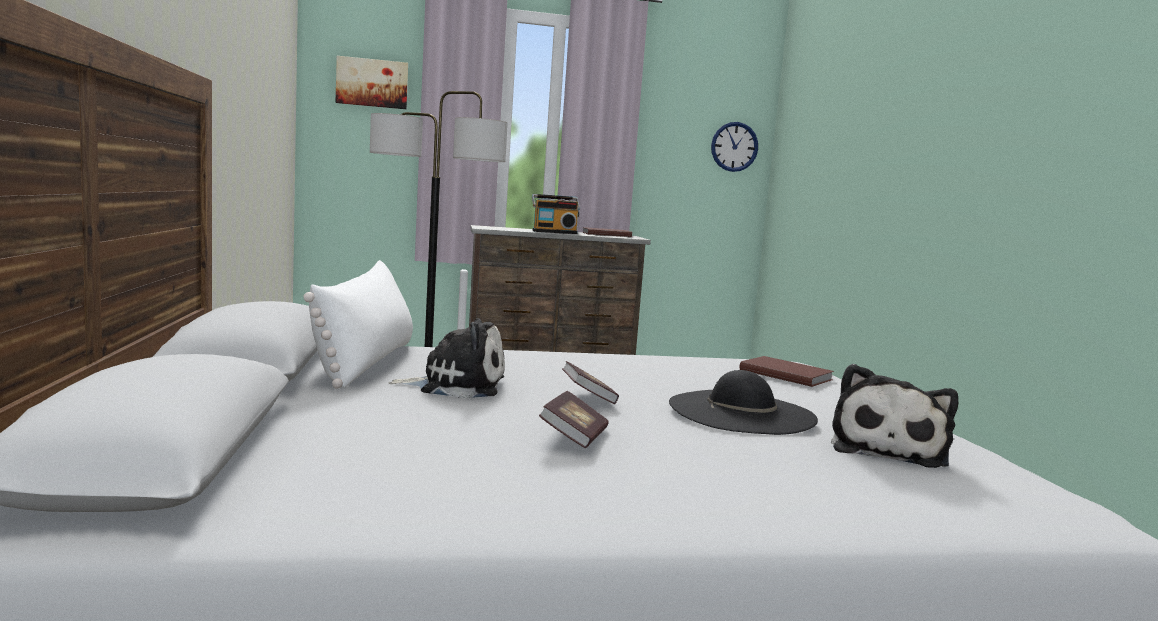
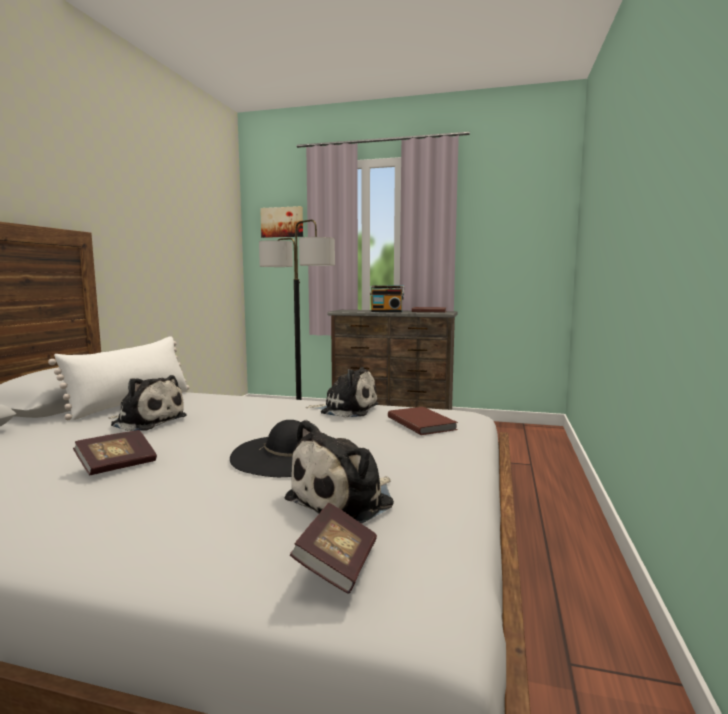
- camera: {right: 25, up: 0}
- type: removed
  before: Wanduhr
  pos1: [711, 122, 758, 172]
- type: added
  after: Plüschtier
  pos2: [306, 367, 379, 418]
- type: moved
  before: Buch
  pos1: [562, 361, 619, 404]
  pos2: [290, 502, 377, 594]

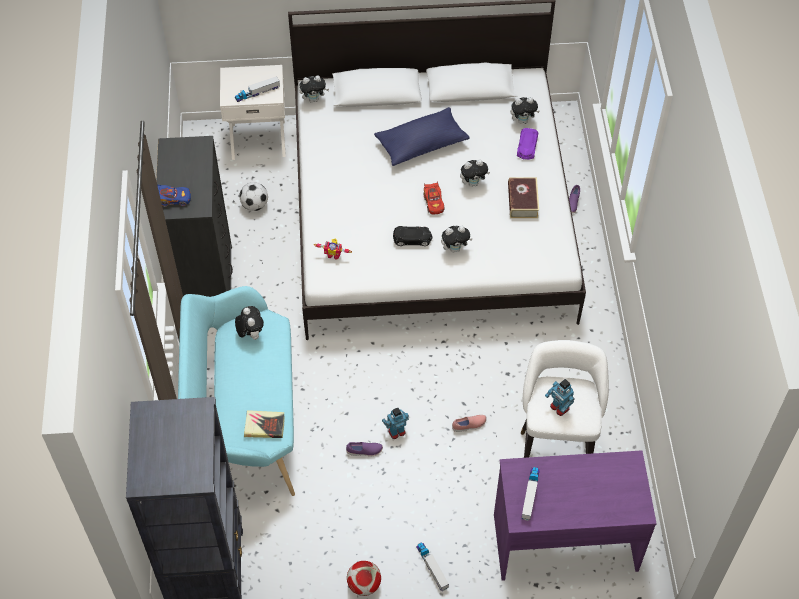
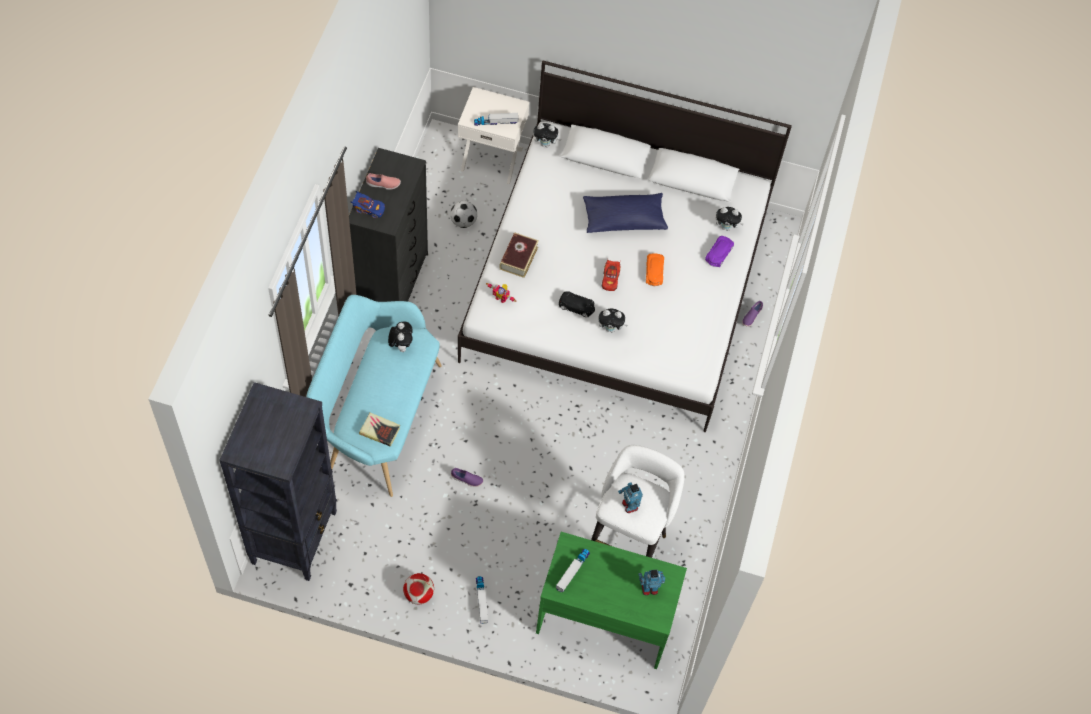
- camera: {right: 15, up: 5}
- type: moved
  before: Spielzeugroboter
  pos1: [382, 408, 409, 439]
  pos2: [639, 570, 665, 595]
- type: moved
  before: Schuh [rosa]
  pos1: [452, 415, 487, 432]
  pos2: [366, 173, 401, 190]
- type: moved
  before: Buch
  pos1: [508, 177, 539, 218]
  pos2: [499, 232, 539, 278]
- type: replaced
  before: Plüschtier
  after: Spielzeugauto [orange]
  pos1: [460, 160, 490, 187]
  pos2: [646, 253, 664, 286]
- type: recoloured
  before: Schreibtisch [lila]
  after: Schreibtisch [grün]
  pos1: [494, 450, 657, 581]
  pos2: [536, 532, 687, 669]

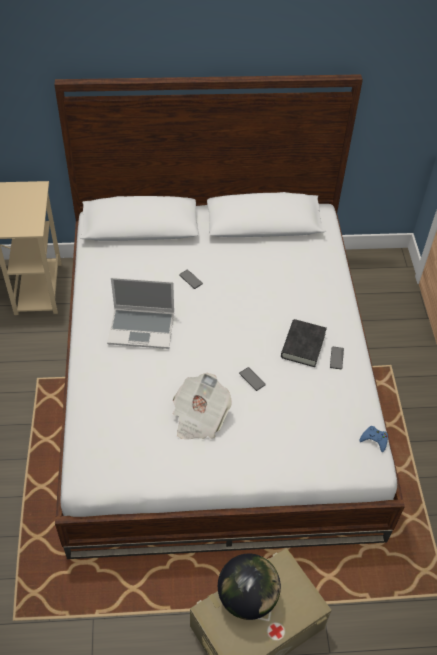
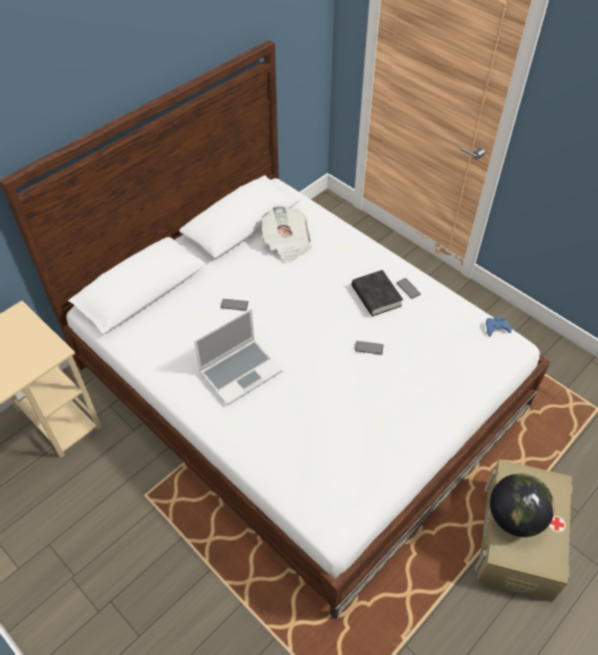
- camera: {right: -40, up: 0}
- type: moved
  before: Zeitung
  pos1: [173, 373, 232, 440]
  pos2: [262, 205, 312, 263]

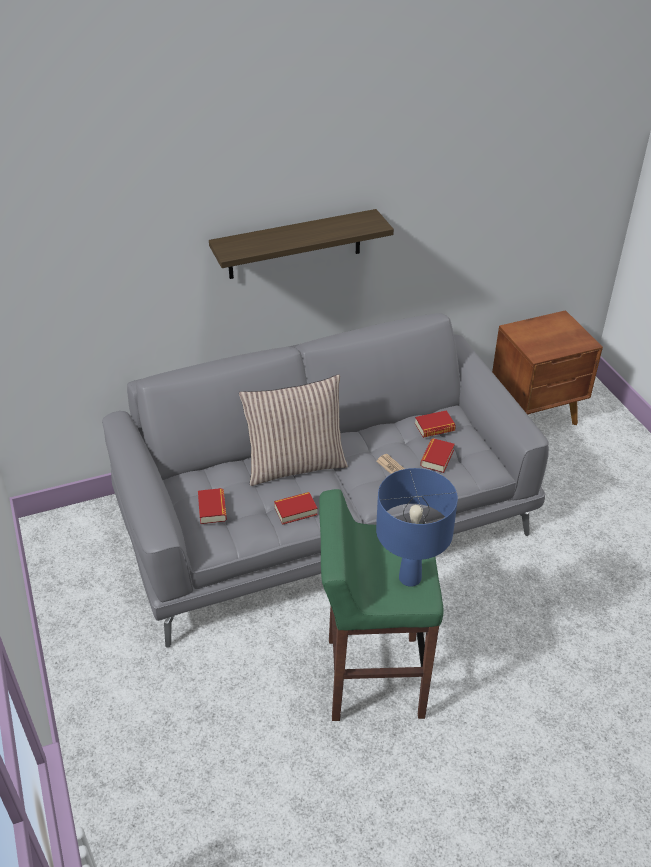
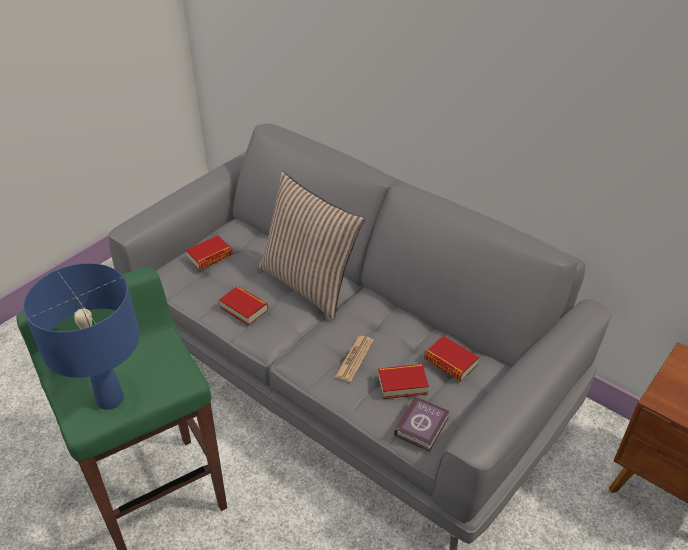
- camera: {right: 60, up: 0}
- type: removed
  before: Wandregal
  pos1: [209, 209, 394, 279]
- type: added
  after: Buch
  pos2: [394, 396, 450, 452]

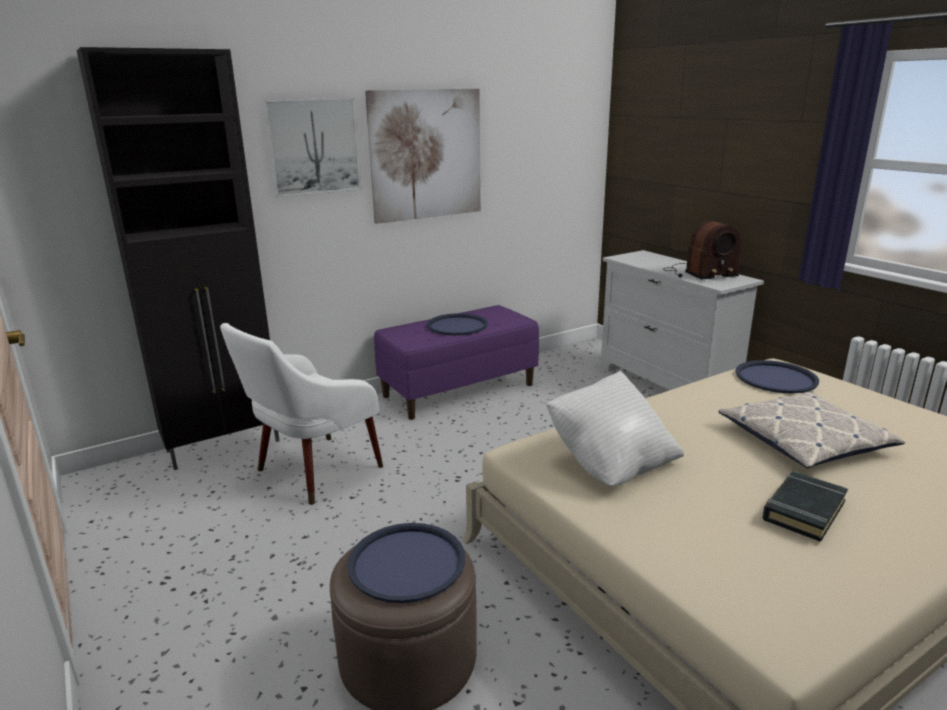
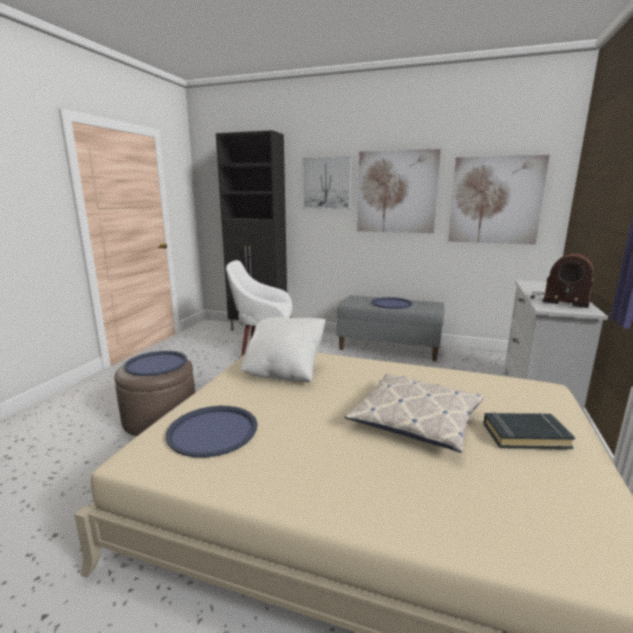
- camera: {right: 50, up: -5}
- type: added
  after: Bild
  pos2: [448, 155, 550, 245]
- type: moved
  before: Tablett [blau]
  pos1: [736, 360, 819, 394]
  pos2: [166, 406, 257, 458]
- type: moved
  before: Buch [schwarz]
  pos1: [763, 471, 848, 542]
  pos2: [483, 412, 576, 449]
- type: recoloured
  before: Bank [lila]
  after: Bank [grau]
  pos1: [374, 305, 539, 420]
  pos2: [337, 295, 444, 361]

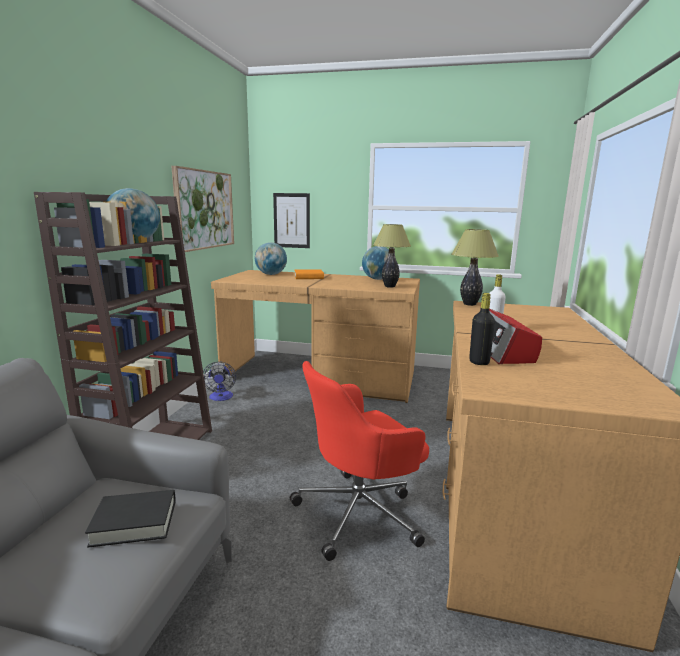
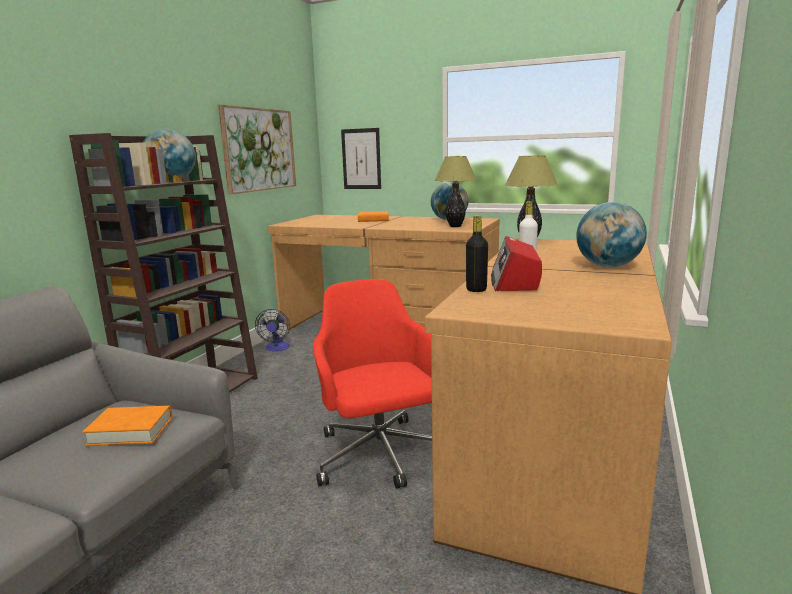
- camera: {right: 10, up: 0}
- type: moved
  before: Globus
  pos1: [255, 242, 287, 275]
  pos2: [576, 202, 647, 267]
- type: recoloured
  before: Buch [schwarz]
  after: Buch [orange]
  pos1: [85, 490, 176, 548]
  pos2: [83, 405, 172, 446]
- type: turned
  before: Bürostuhl [rot]
  pos1: [290, 361, 429, 561]
  pos2: [313, 279, 432, 489]
  turn: 90

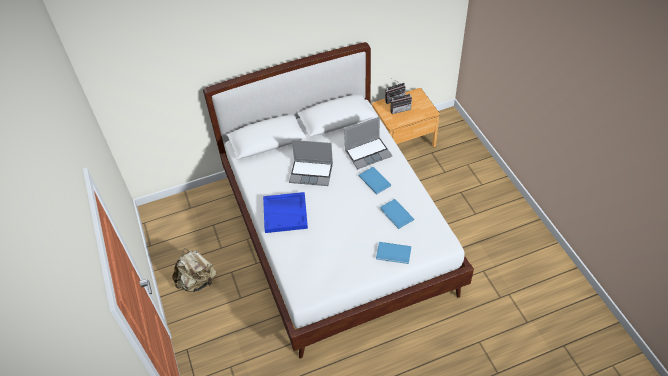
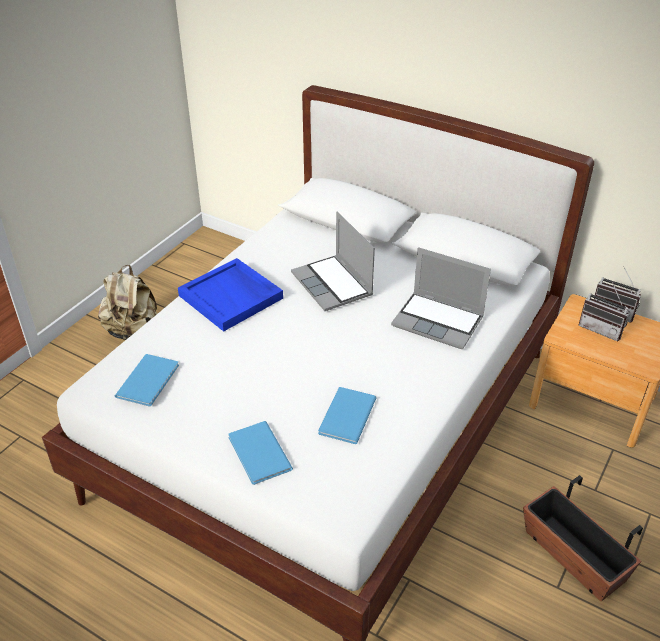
- camera: {right: 50, up: -10}
- type: added
  after: Pflanzkübel
  pos2: [523, 475, 643, 601]
- type: moved
  before: Buch [blau]
  pos1: [358, 167, 391, 194]
  pos2: [115, 354, 179, 407]

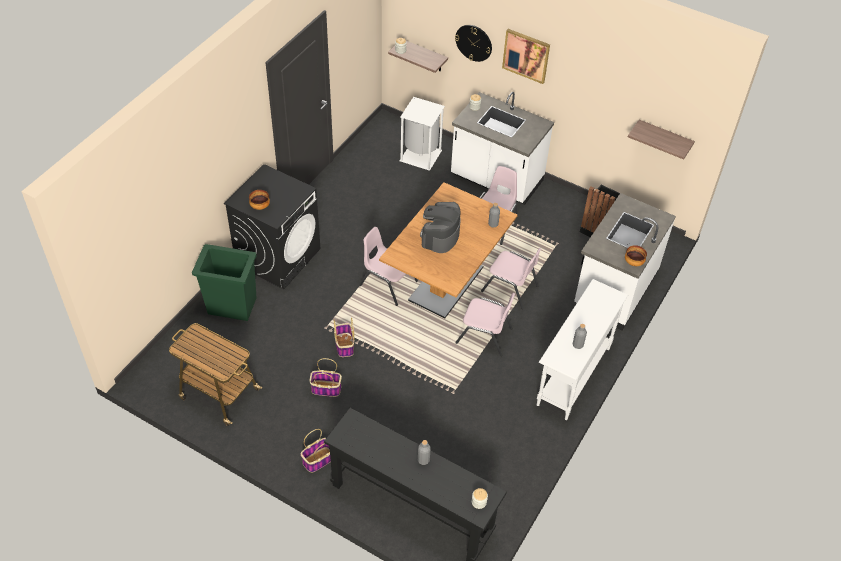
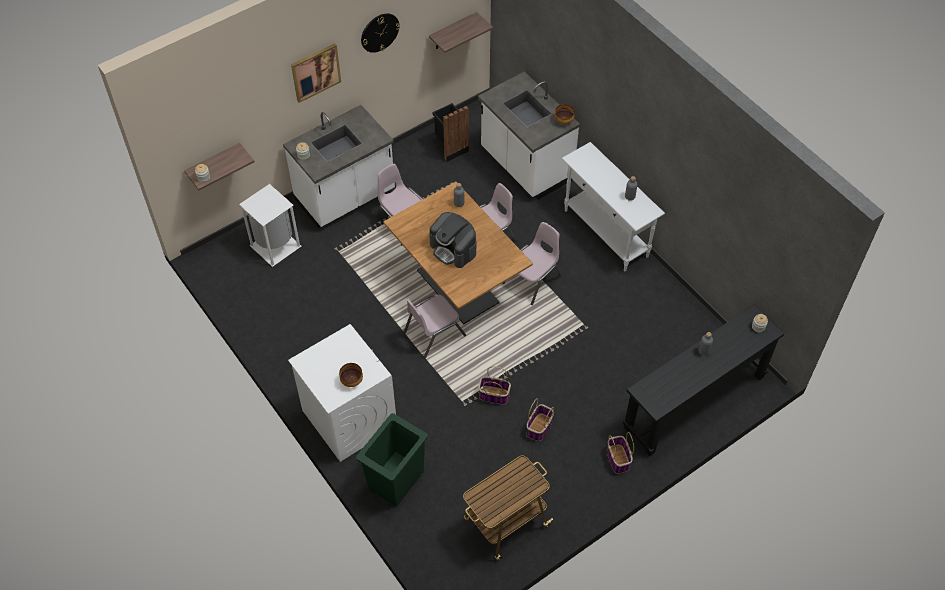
- camera: {right: -65, up: 5}
- type: moved
  before: Wanduhr
  pos1: [455, 25, 492, 62]
  pos2: [361, 14, 400, 53]
- type: recoloured
  before: Waschmaschine [schwarz]
  after: Waschmaschine [weiß]
  pos1: [224, 164, 321, 289]
  pos2: [288, 324, 396, 462]

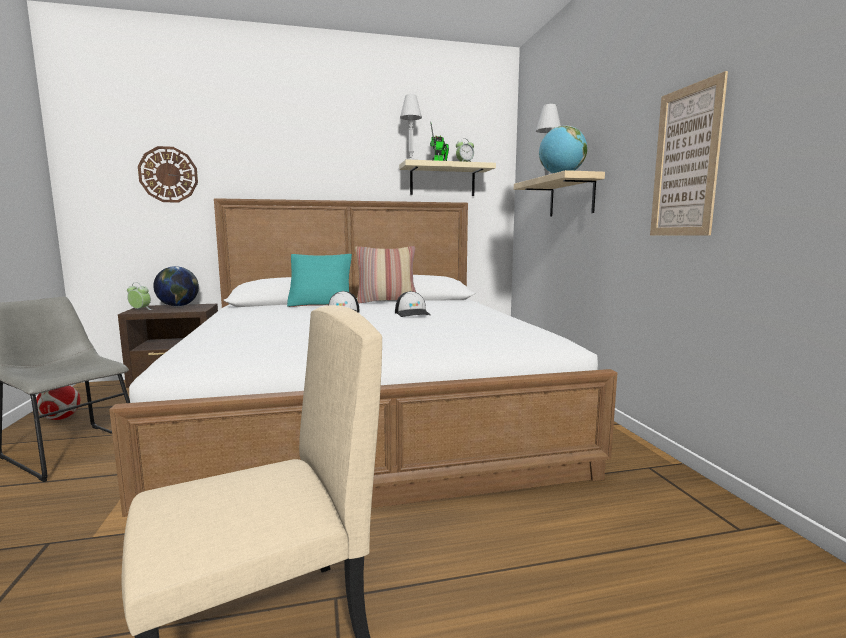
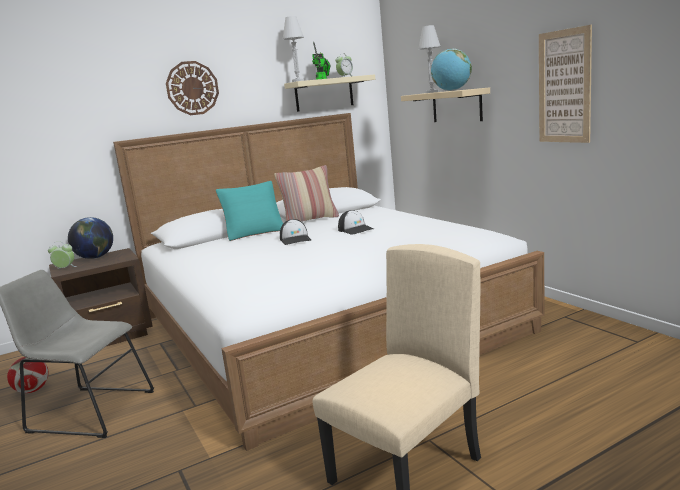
- camera: {right: -15, up: 5}
- type: moved
  before: Wanduhr
  pos1: [138, 146, 198, 202]
  pos2: [166, 61, 219, 115]

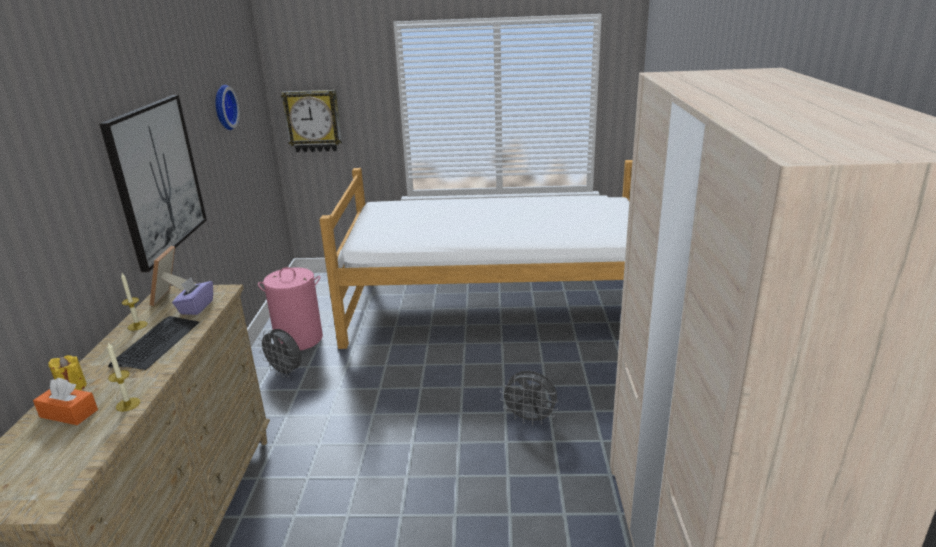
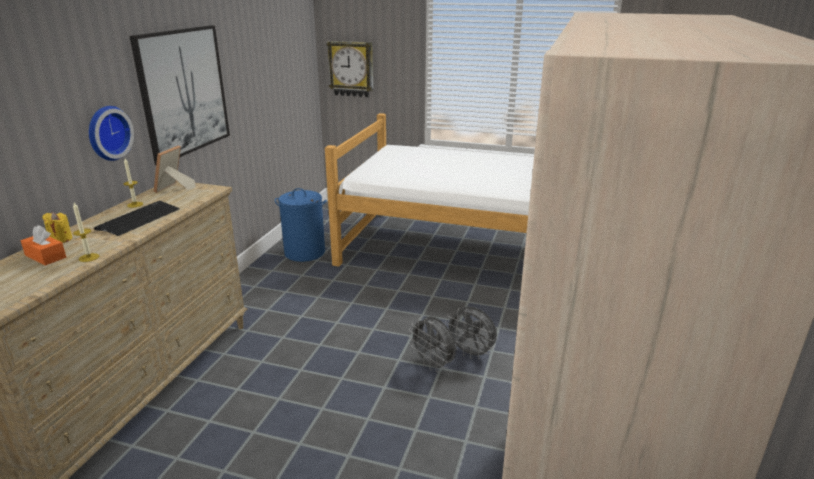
- camera: {right: 15, up: 0}
- type: removed
  before: Taschentuchbox [lila]
  pos1: [172, 277, 213, 315]
- type: moved
  before: Wanduhr
  pos1: [216, 85, 239, 130]
  pos2: [89, 106, 134, 161]
- type: moved
  before: Ventilator [grau]
  pos1: [258, 329, 302, 377]
  pos2: [409, 316, 456, 372]
- type: recoloured
  before: Wäschekorb [rosa]
  after: Wäschekorb [blau]
  pos1: [258, 267, 323, 350]
  pos2: [275, 188, 327, 262]

